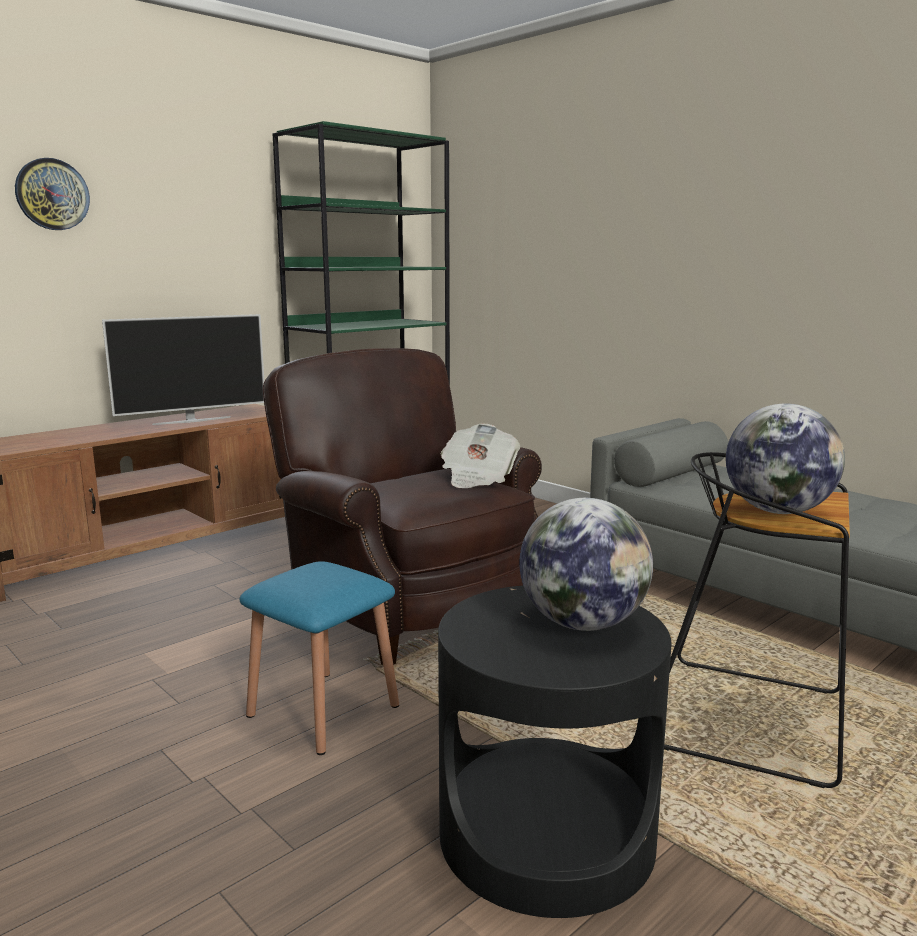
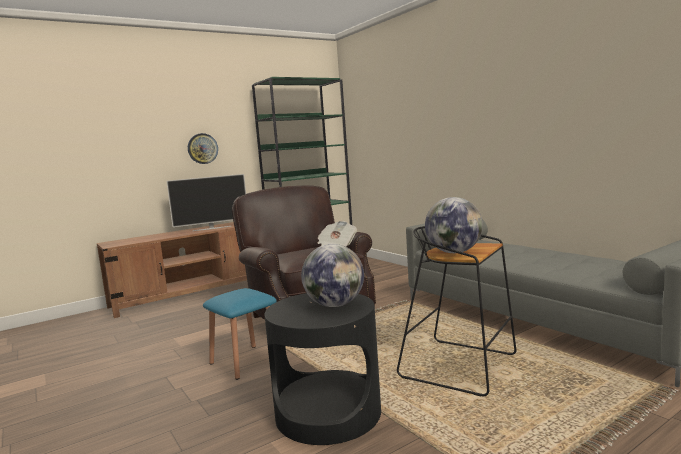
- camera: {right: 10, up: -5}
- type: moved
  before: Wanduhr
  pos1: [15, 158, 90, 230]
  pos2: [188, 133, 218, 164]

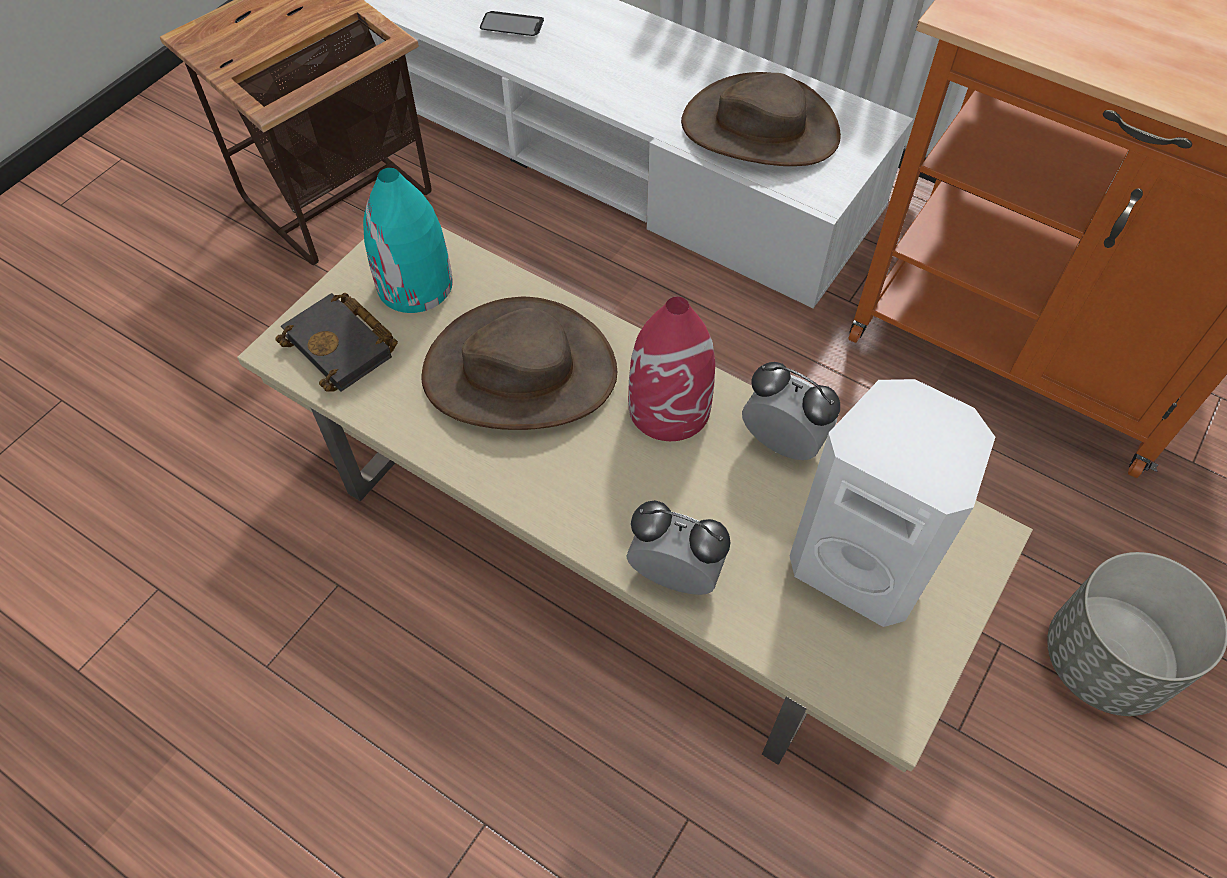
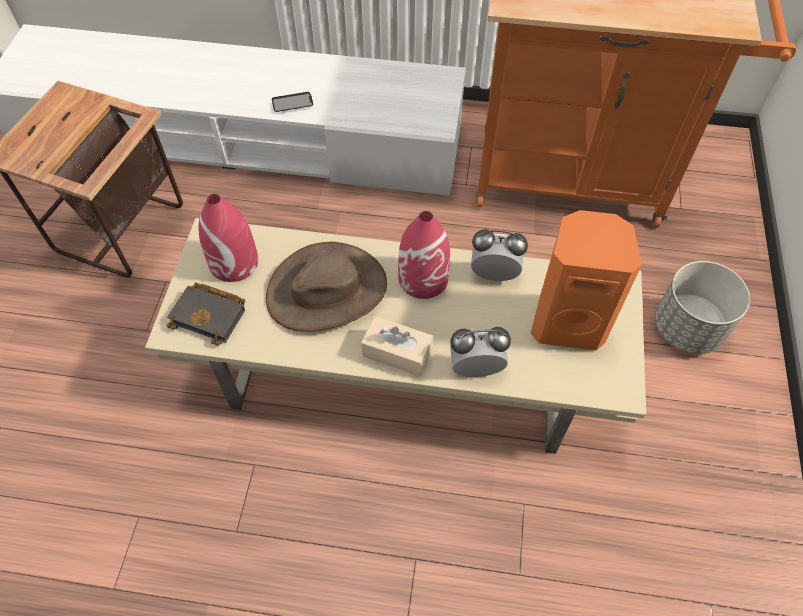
- camera: {right: -25, up: 0}
- type: removed
  before: Hut [braun]
  pos1: [681, 72, 841, 166]
- type: added
  after: Taschentuchbox [beige]
  pos2: [361, 316, 433, 376]
- type: moved
  before: Handy
  pos1: [480, 11, 544, 36]
  pos2: [272, 92, 313, 112]
- type: recoloured
  before: Vase [türkis]
  after: Vase [rot]
  pos1: [363, 168, 453, 313]
  pos2: [198, 194, 259, 282]
- type: recoloured
  before: Lautsprecher [weiß]
  after: Lautsprecher [orange]
  pos1: [790, 379, 995, 627]
  pos2: [531, 210, 642, 351]

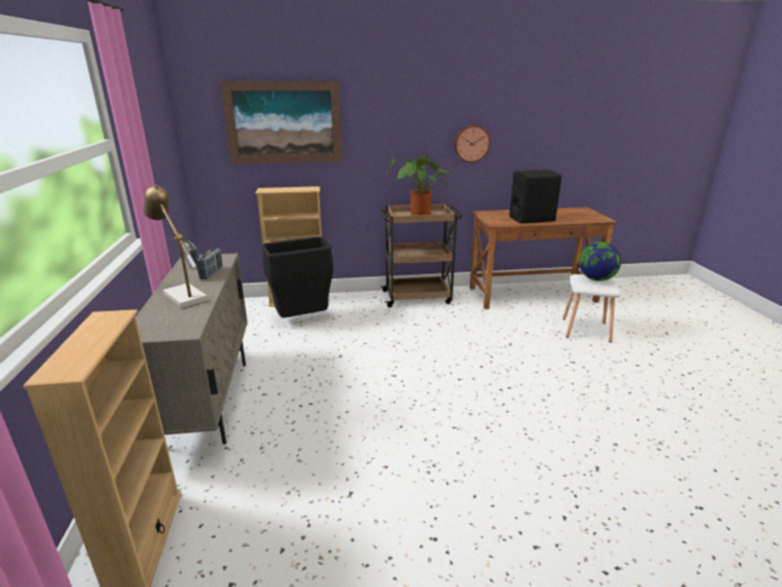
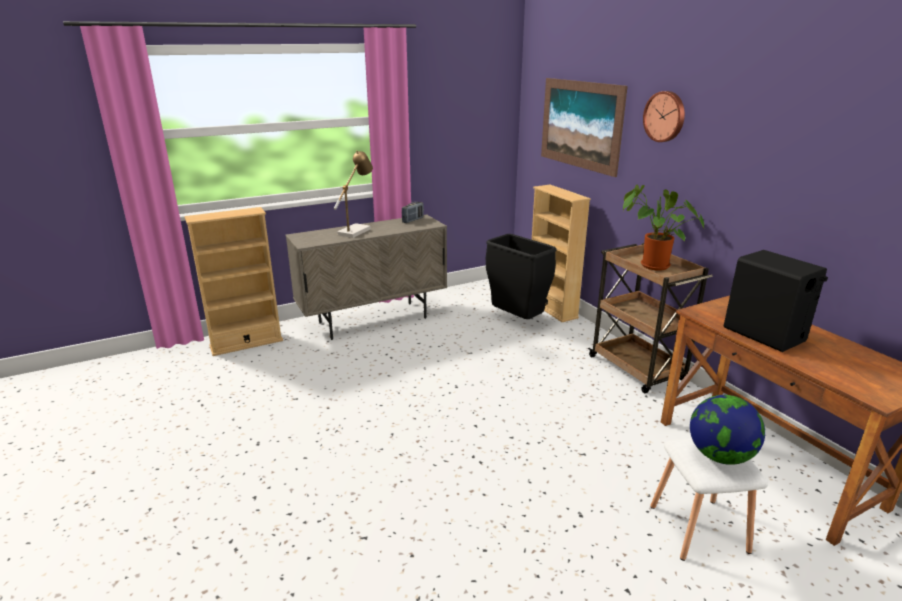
- camera: {right: 70, up: 0}
- type: removed
  before: Radio
  pos1: [197, 248, 223, 279]
- type: moved
  before: Wanduhr
  pos1: [454, 125, 490, 163]
  pos2: [643, 91, 685, 142]

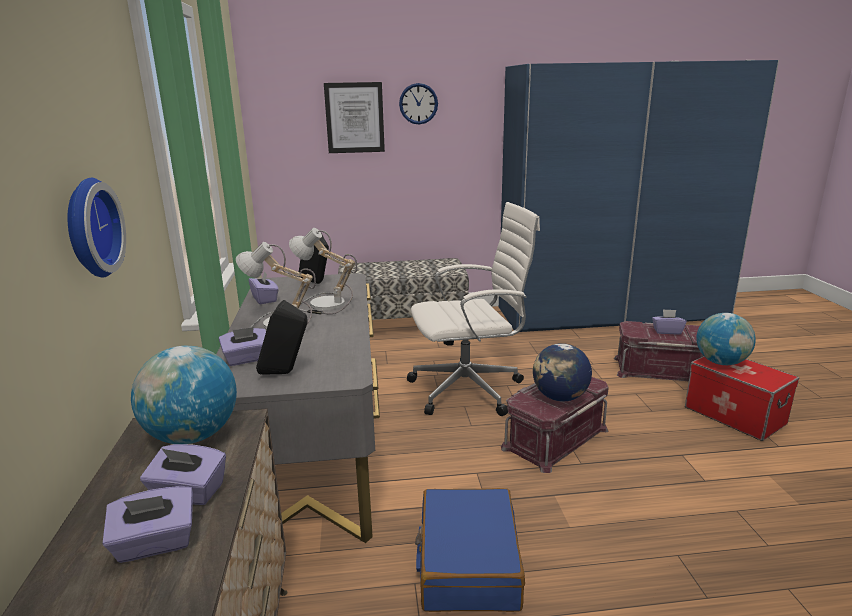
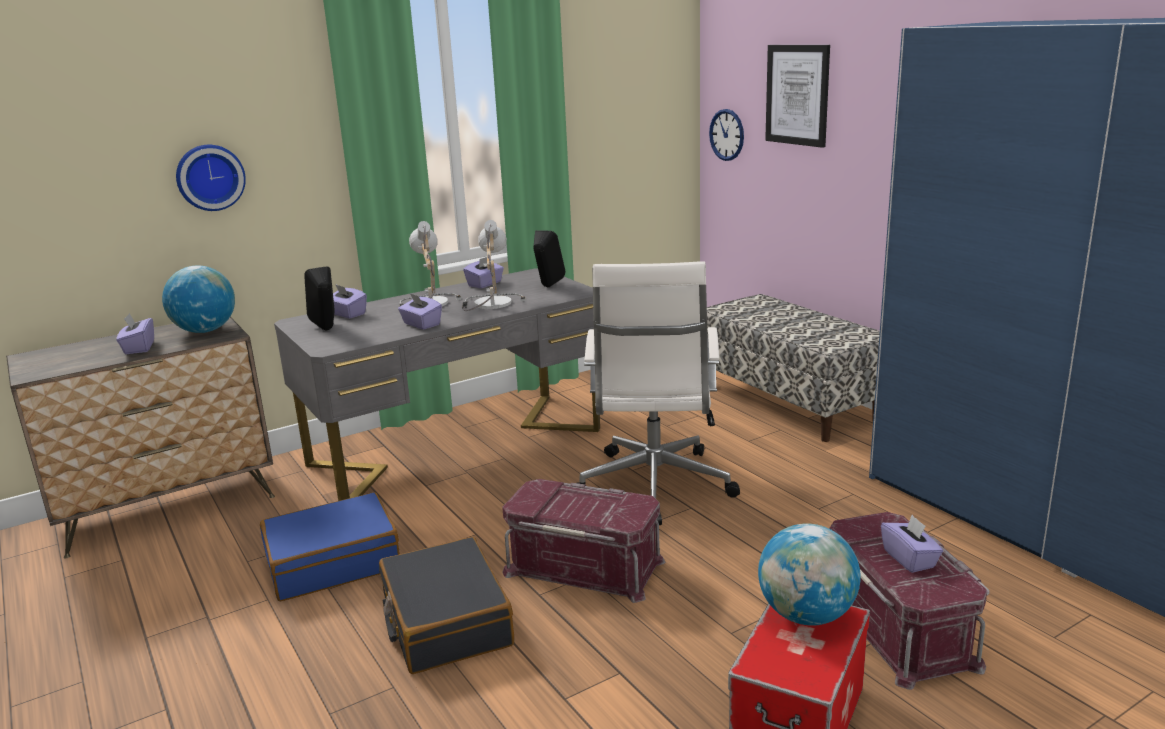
- camera: {right: 65, up: 0}
- type: removed
  before: Globus
  pos1: [533, 343, 592, 401]
- type: added
  after: Koffer [schwarz]
  pos2: [379, 537, 514, 674]
- type: moved
  before: Taschentuchbox [lila]
  pos1: [103, 486, 193, 563]
  pos2: [398, 293, 442, 330]
- type: moved
  before: Wanduhr
  pos1: [399, 83, 438, 124]
  pos2: [709, 109, 744, 161]
- type: turned
  before: Bürostuhl [weiß]
  pos1: [407, 202, 540, 416]
  pos2: [578, 262, 740, 525]
  turn: 45

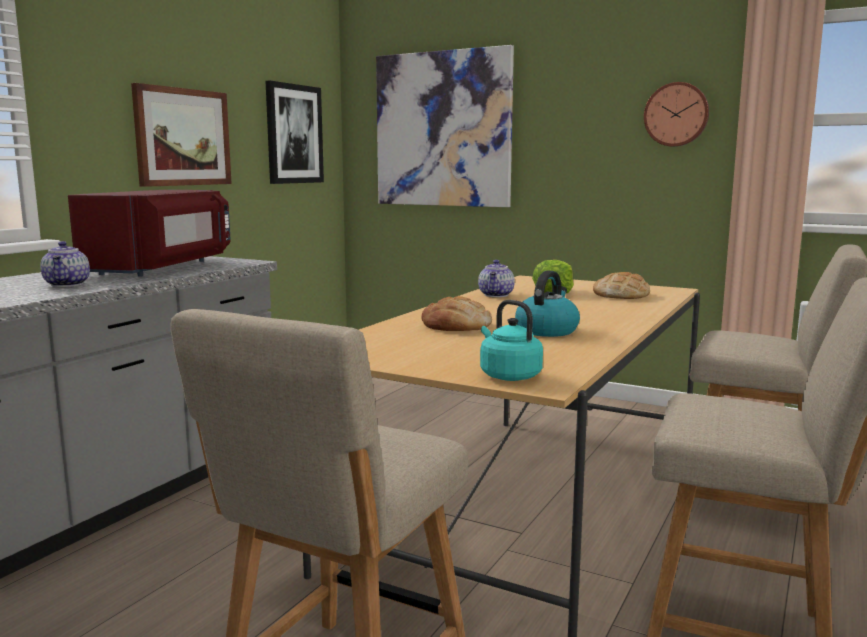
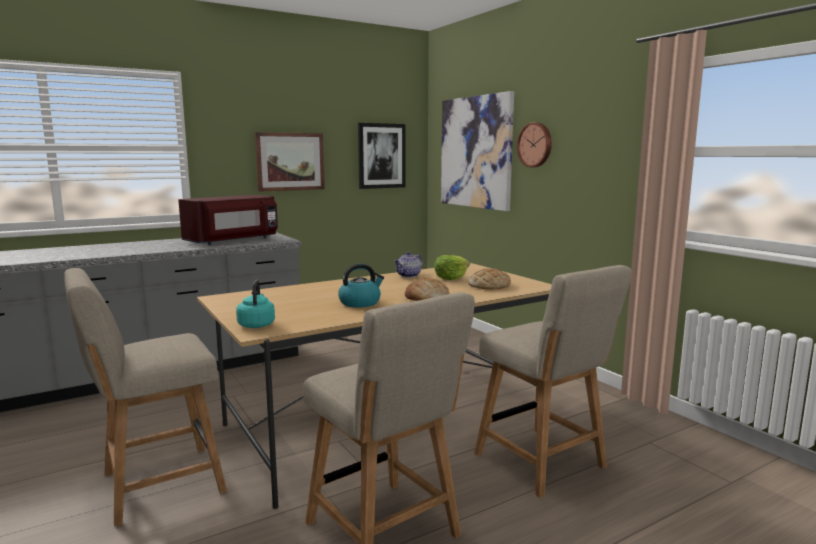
- camera: {right: 30, up: 0}
- type: removed
  before: Teekanne
  pos1: [40, 241, 90, 287]
- type: moved
  before: Brot
  pos1: [421, 296, 492, 331]
  pos2: [405, 278, 449, 301]
- type: moved
  before: Wanduhr
  pos1: [644, 82, 709, 147]
  pos2: [517, 122, 552, 167]

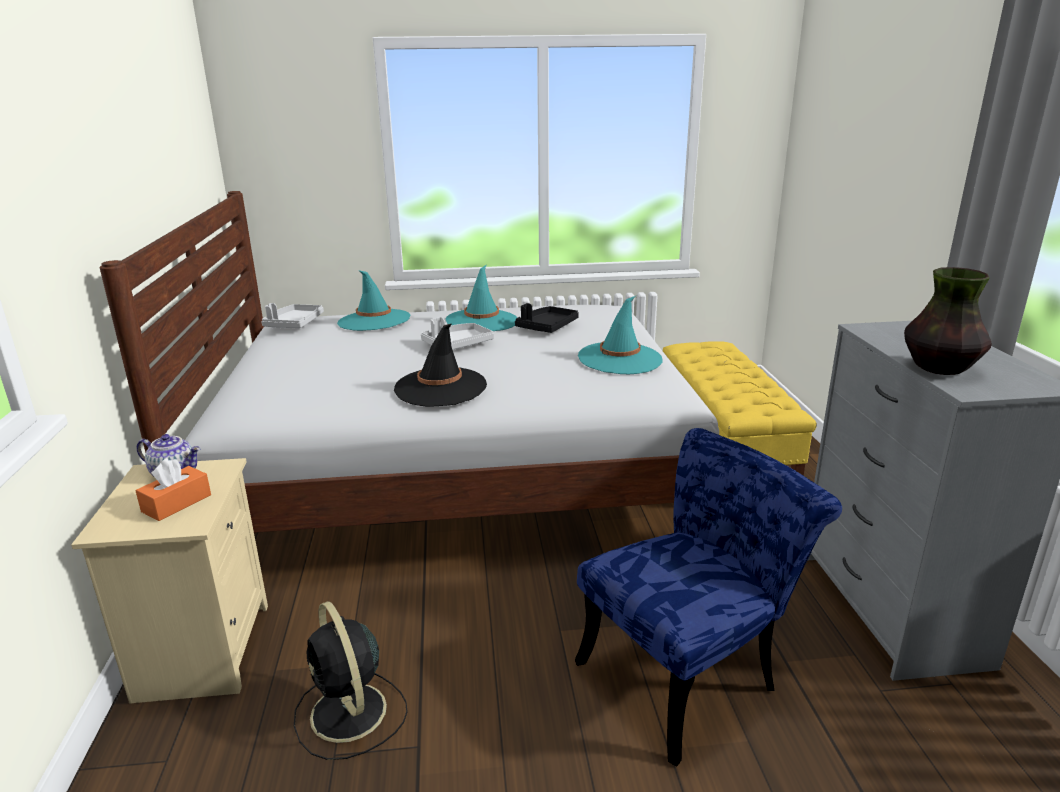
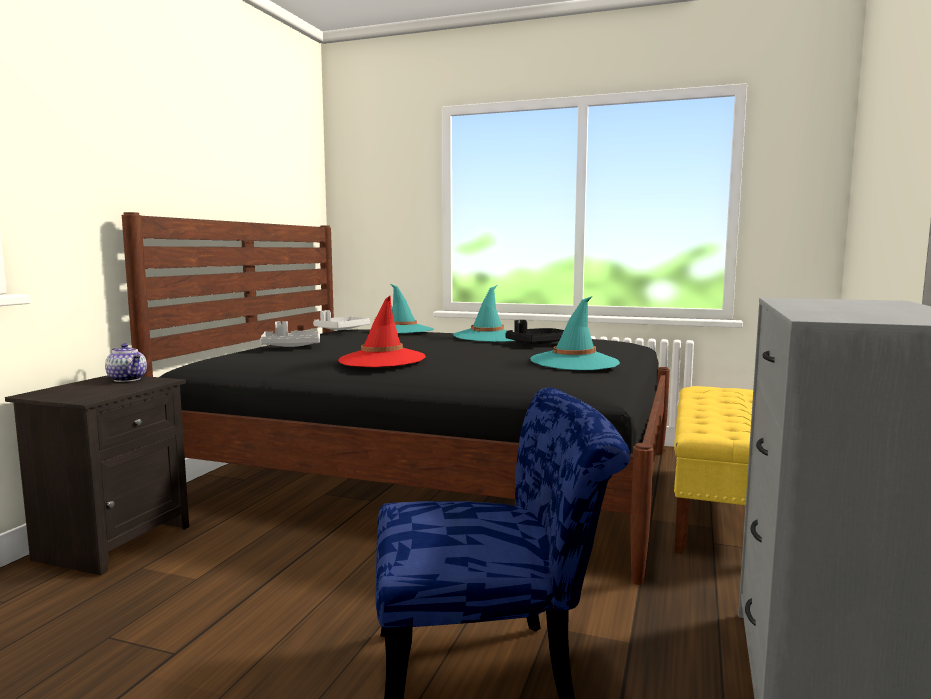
- camera: {right: 25, up: -15}
- type: removed
  before: Taschentuchbox [orange]
  pos1: [135, 458, 211, 521]
- type: removed
  before: Ventilator [schwarz]
  pos1: [294, 601, 408, 760]
- type: removed
  before: Vase
  pos1: [904, 267, 992, 375]
- type: moved
  before: Tablett [grau]
  pos1: [421, 317, 494, 350]
  pos2: [260, 321, 320, 347]
- type: recoloured
  before: Nachttisch [beige]
  after: Nachttisch [schwarz]
  pos1: [71, 458, 268, 704]
  pos2: [5, 375, 189, 575]
- type: recoloured
  before: Bett [weiß]
  after: Bett [schwarz]
  pos1: [99, 191, 719, 533]
  pos2: [122, 212, 670, 585]
- type: recoloured
  before: Hut [schwarz]
  after: Hut [rot]
  pos1: [394, 324, 487, 407]
  pos2: [338, 296, 426, 367]

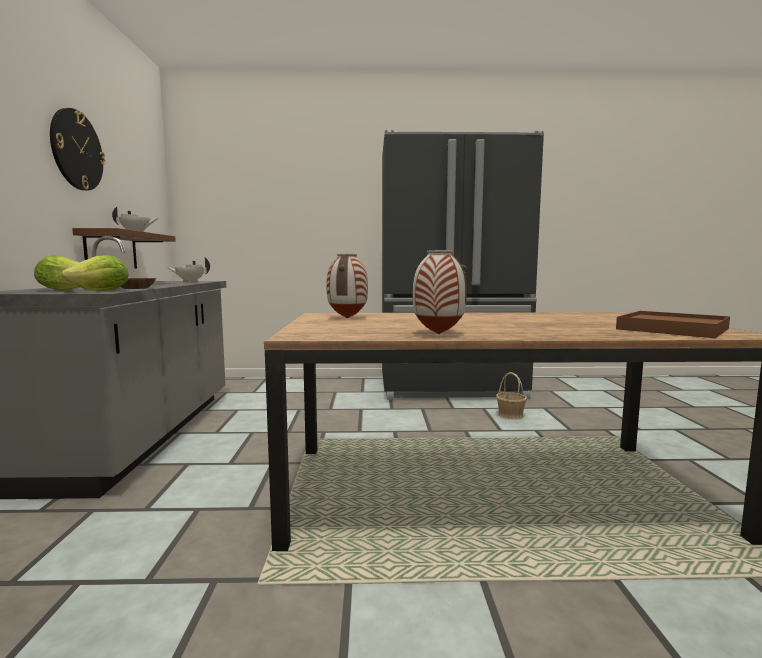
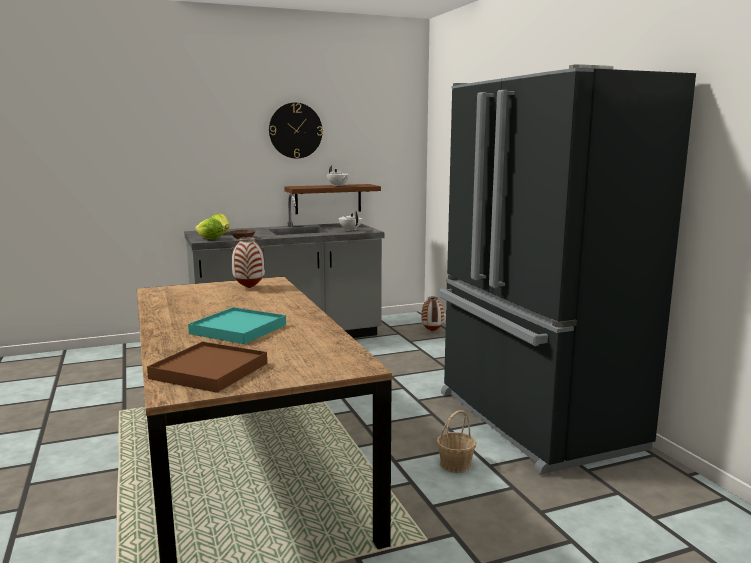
- camera: {right: 70, up: 5}
- type: added
  after: Tablett [türkis]
  pos2: [188, 307, 286, 344]
- type: moved
  before: Vase
  pos1: [413, 250, 467, 334]
  pos2: [421, 297, 444, 331]

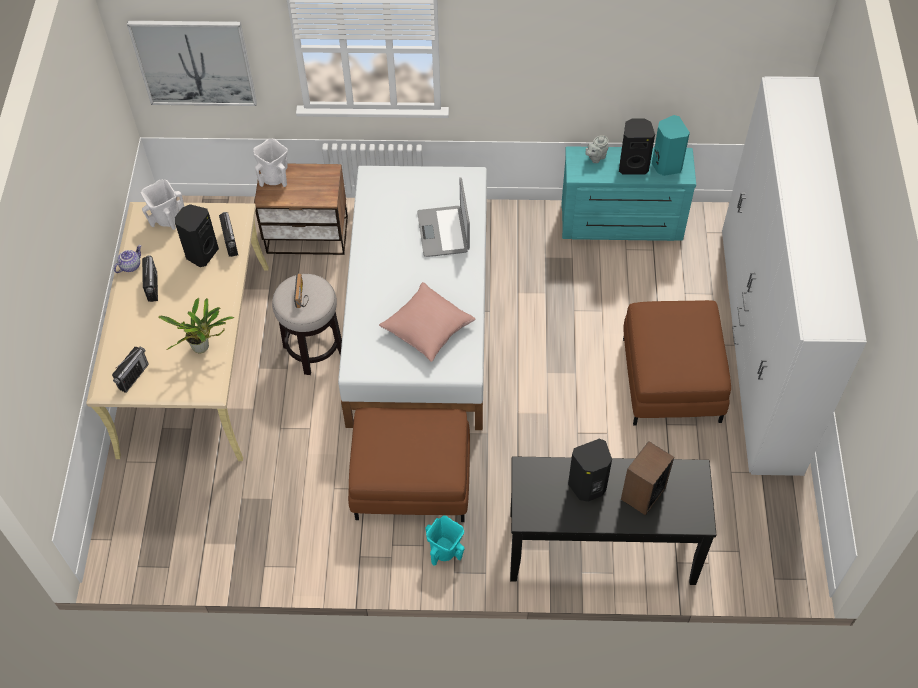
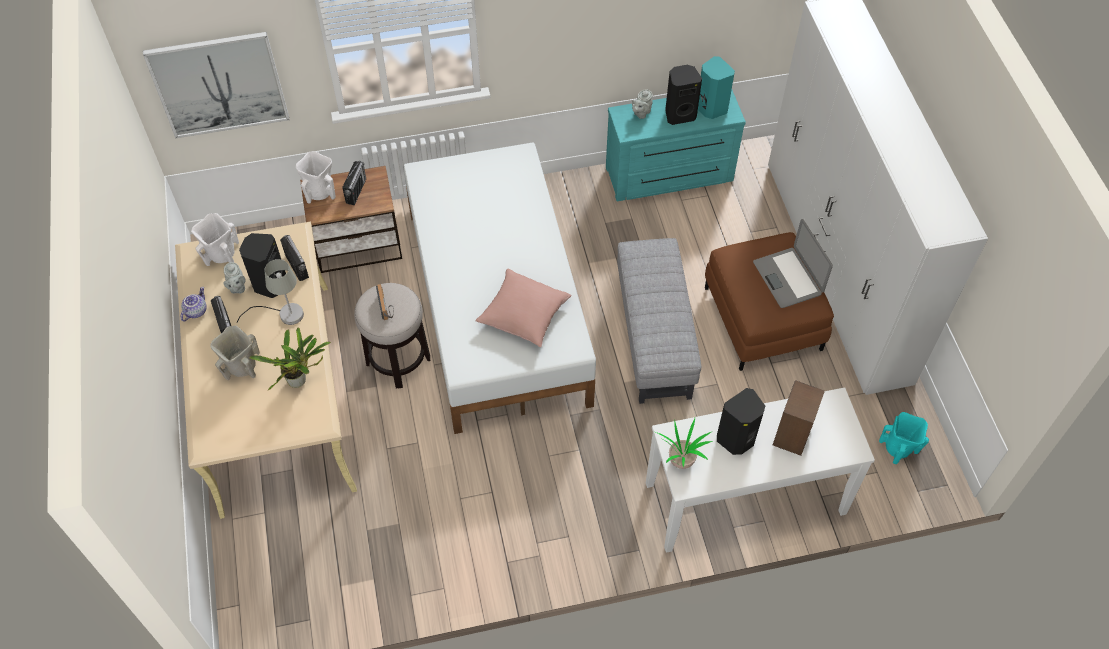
- camera: {right: -15, up: 0}
- type: removed
  before: Polsterhocker [braun]
  pos1: [348, 408, 470, 522]
- type: added
  after: Vase [beige]
  pos2: [210, 325, 260, 380]
- type: added
  after: Teekanne [grau]
  pos2: [223, 262, 246, 293]
- type: added
  after: Tischlampe [grau]
  pos2: [237, 259, 304, 325]
- type: added
  after: Polsterhocker [grau]
  pos2: [617, 238, 701, 404]
- type: added
  after: Topfpflanze
  pos2: [656, 418, 713, 469]
- type: moved
  before: Radio
  pos1: [112, 347, 149, 393]
  pos2: [342, 161, 366, 205]
- type: moved
  before: Laptop
  pos1: [417, 177, 470, 257]
  pos2: [753, 219, 833, 308]
- type: moved
  before: Vase [türkis]
  pos1: [426, 515, 465, 566]
  pos2: [879, 412, 929, 464]
- type: recoloured
  before: Konsolentisch [schwarz]
  after: Konsolentisch [weiß]
  pos1: [510, 456, 717, 585]
  pos2: [646, 387, 875, 553]

